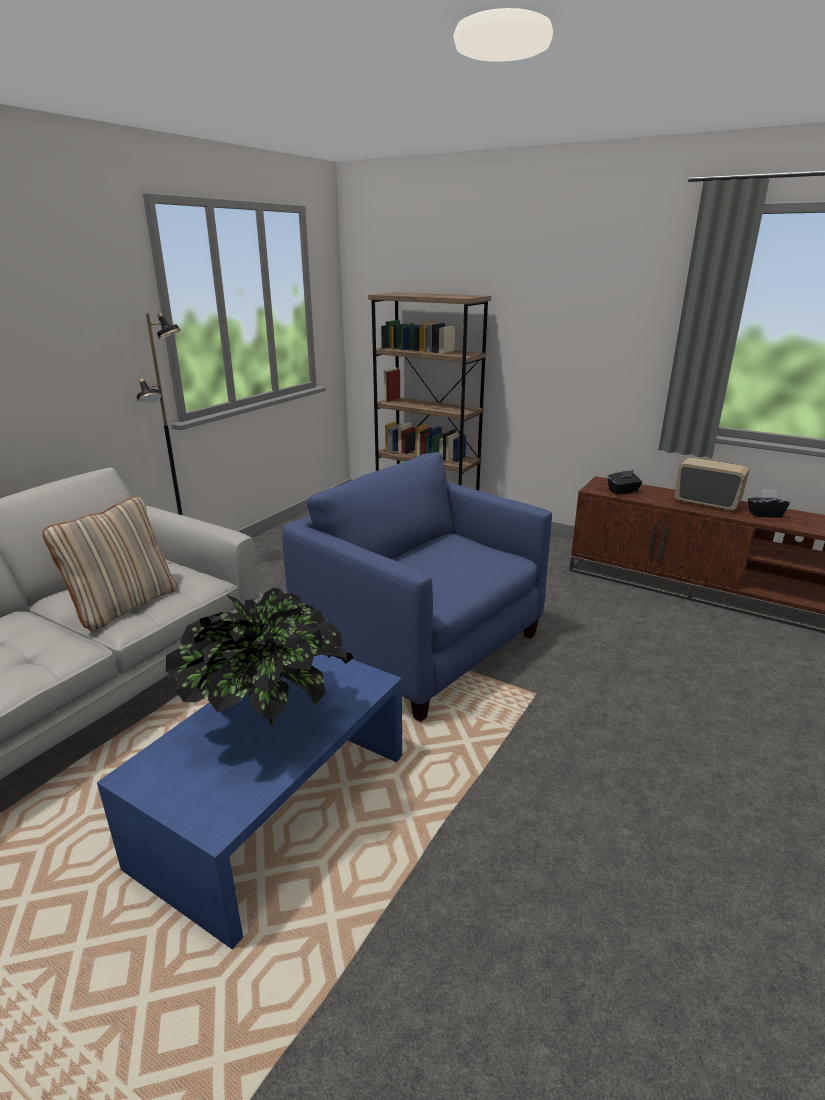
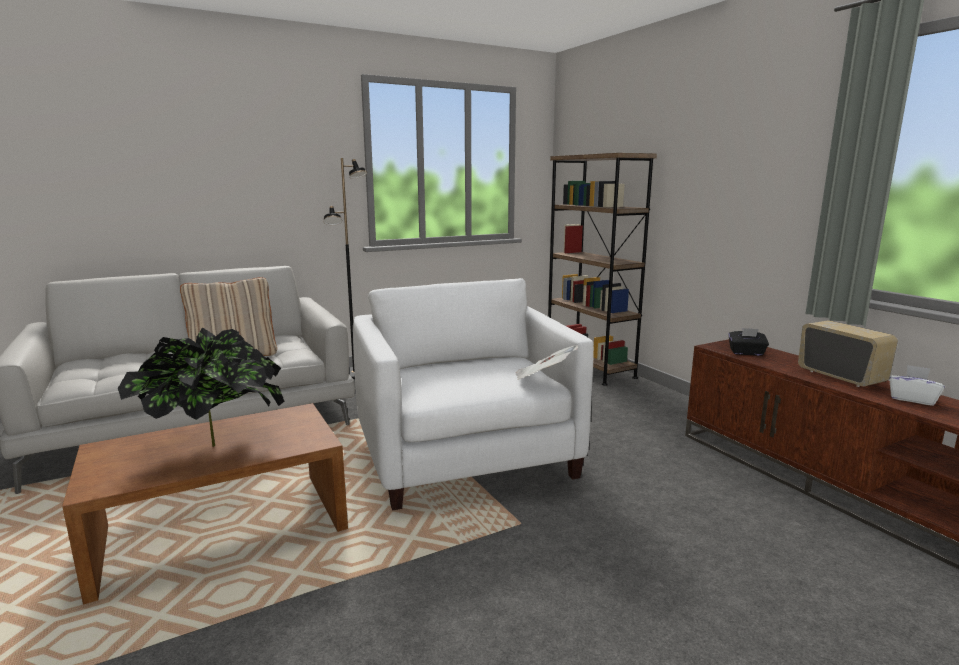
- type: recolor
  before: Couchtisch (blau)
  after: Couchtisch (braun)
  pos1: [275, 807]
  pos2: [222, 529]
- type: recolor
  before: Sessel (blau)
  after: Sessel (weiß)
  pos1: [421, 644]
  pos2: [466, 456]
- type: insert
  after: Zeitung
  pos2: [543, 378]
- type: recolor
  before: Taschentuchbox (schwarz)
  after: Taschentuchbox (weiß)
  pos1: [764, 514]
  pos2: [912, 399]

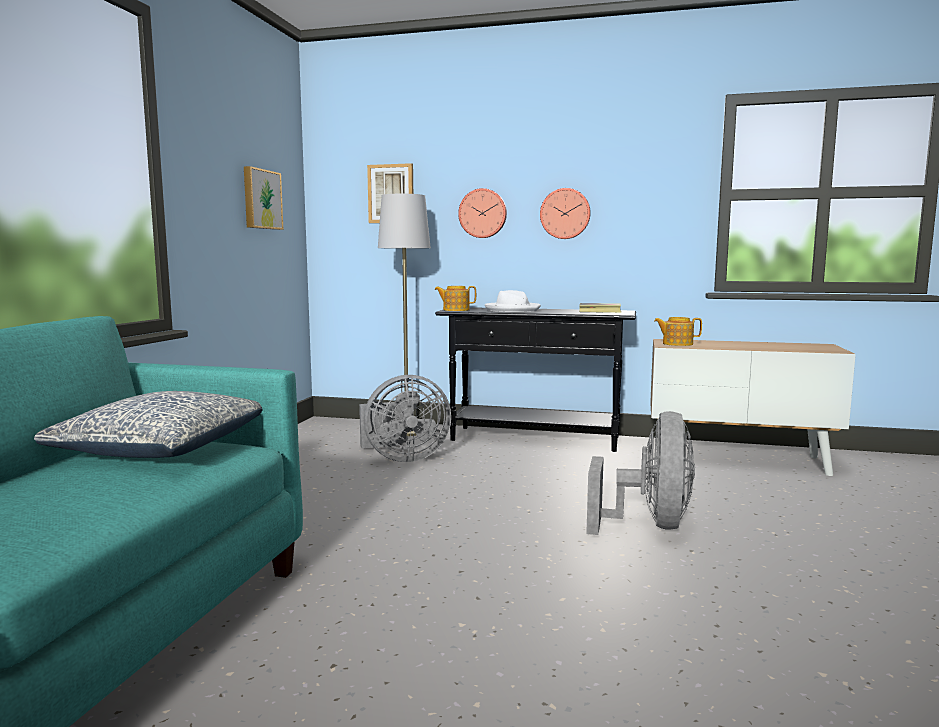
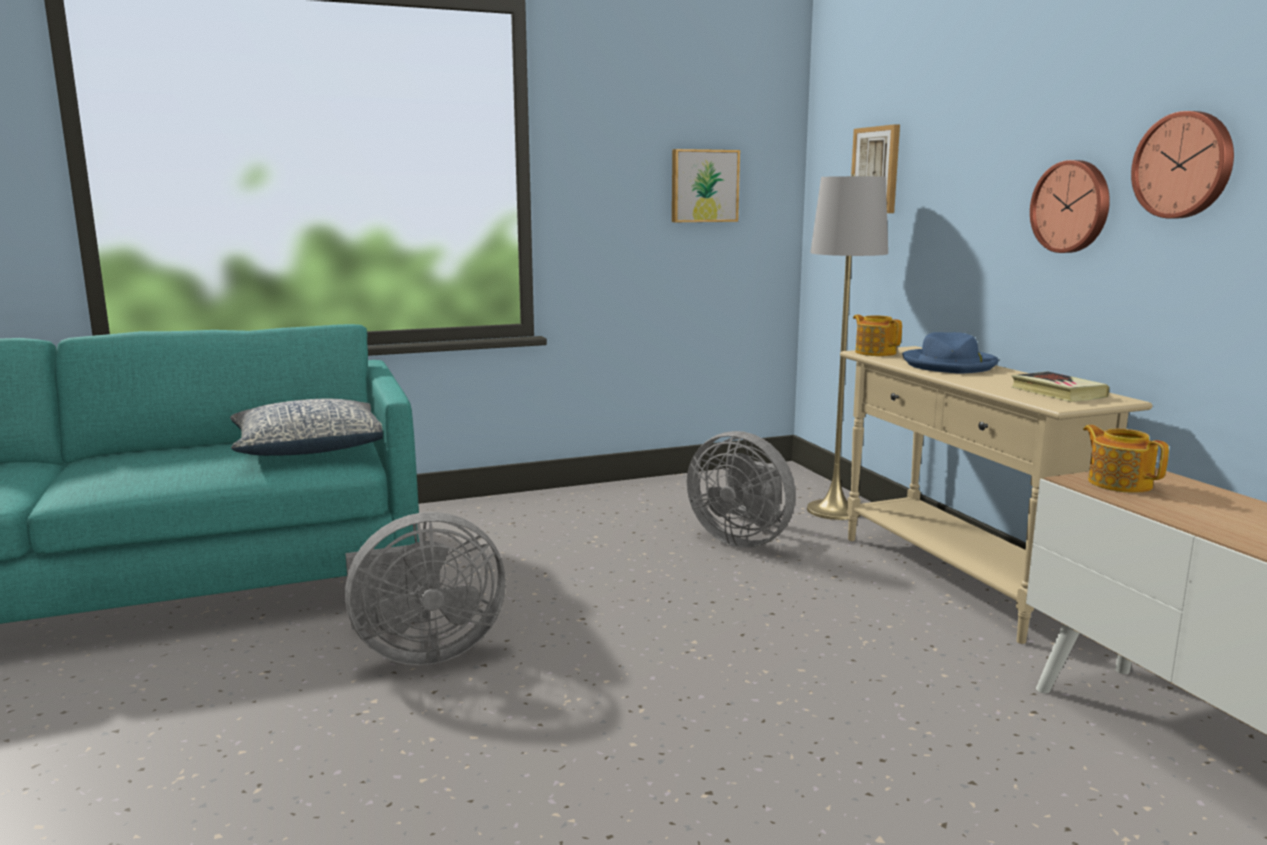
- type: move
  before: Ventilator (grau)
  pos1: [650, 525]
  pos2: [422, 652]
- type: recolor
  before: Konsolentisch (schwarz)
  after: Konsolentisch (beige)
  pos1: [535, 439]
  pos2: [958, 579]
- type: recolor
  before: Hut (weiß)
  after: Hut (blau)
  pos1: [512, 310]
  pos2: [950, 365]
- type: move
  before: Wanduhr
  pos1: [483, 213]
  pos2: [1184, 165]

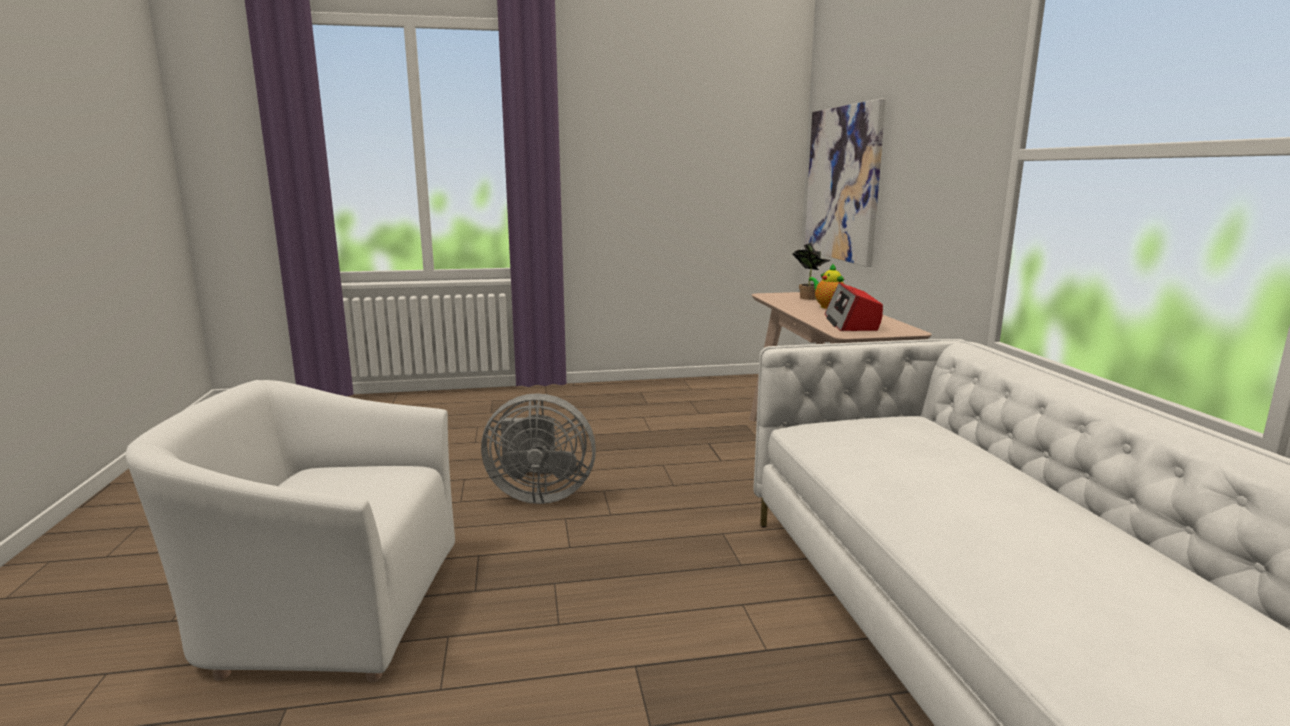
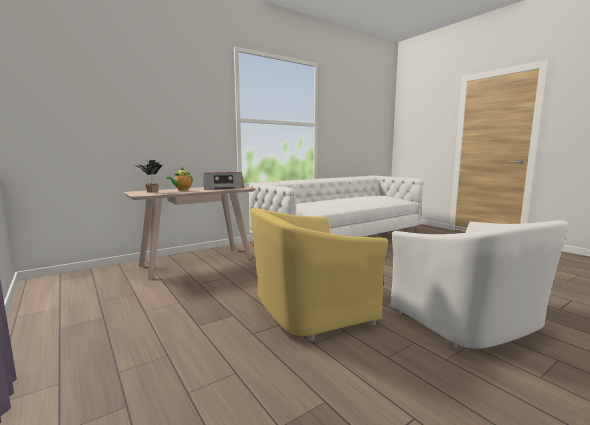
- type: replace
  before: Ventilator (grau)
  after: Sessel (gelb)
  pos1: [539, 494]
  pos2: [310, 310]
- type: delete
  before: Bild
  pos1: [843, 183]

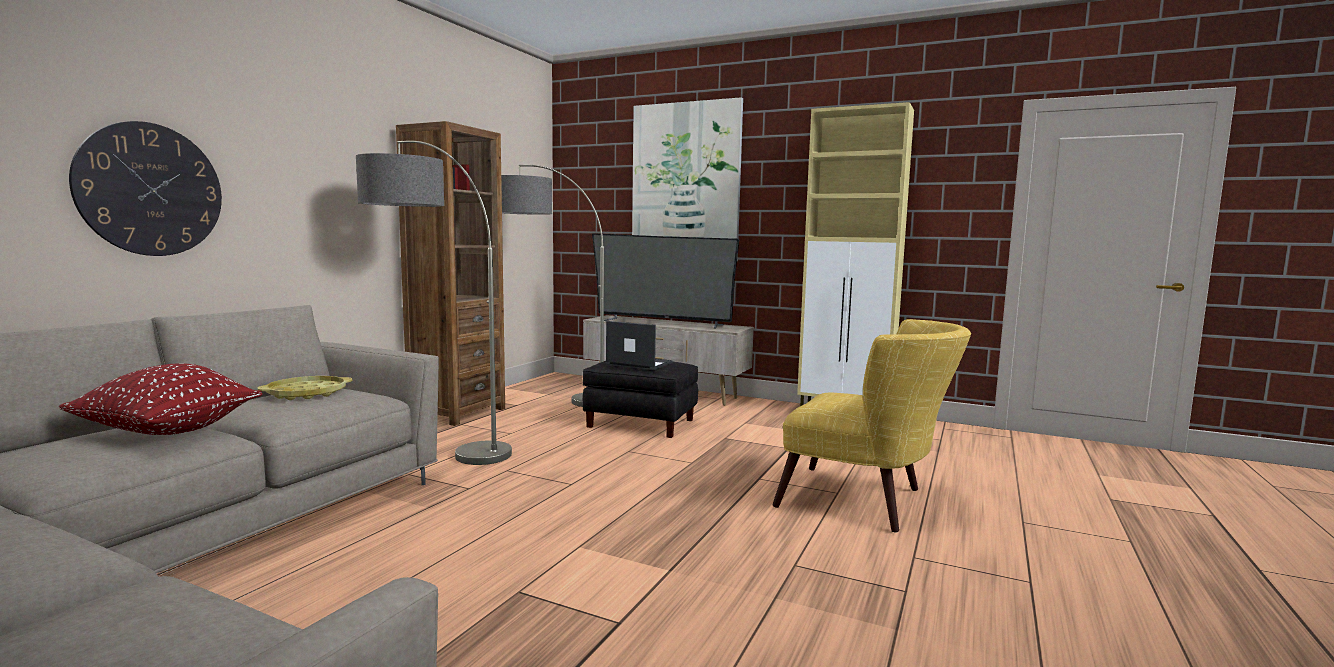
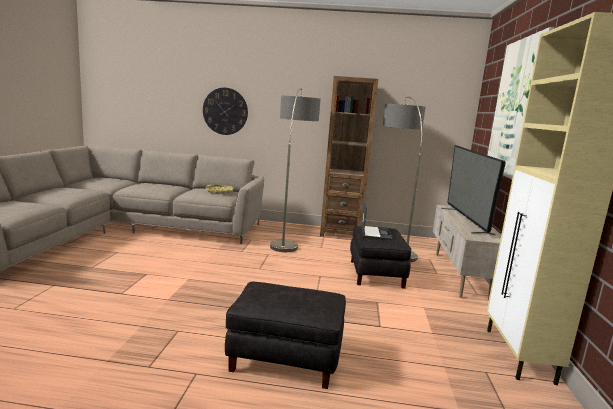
- type: replace
  before: Sessel (gelb)
  after: Polsterhocker (schwarz)
  pos1: [866, 502]
  pos2: [285, 358]
- type: delete
  before: Kissen (rot)
  pos1: [169, 432]

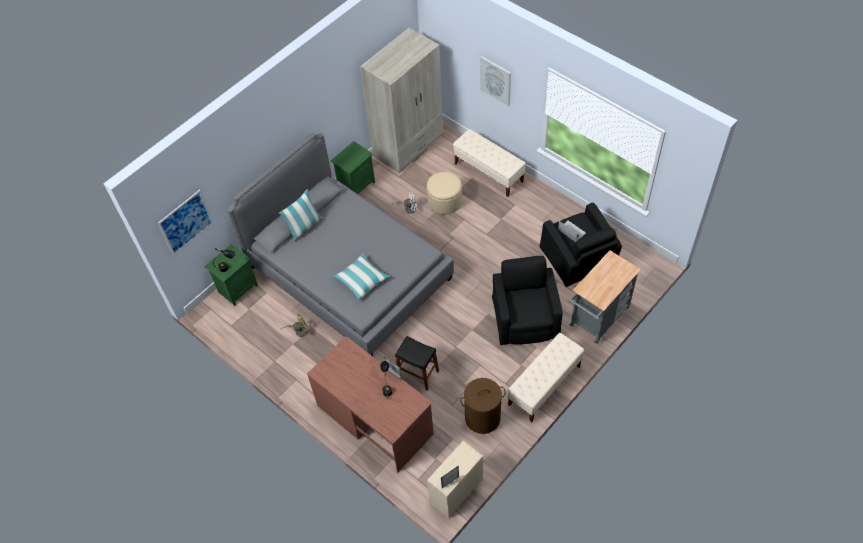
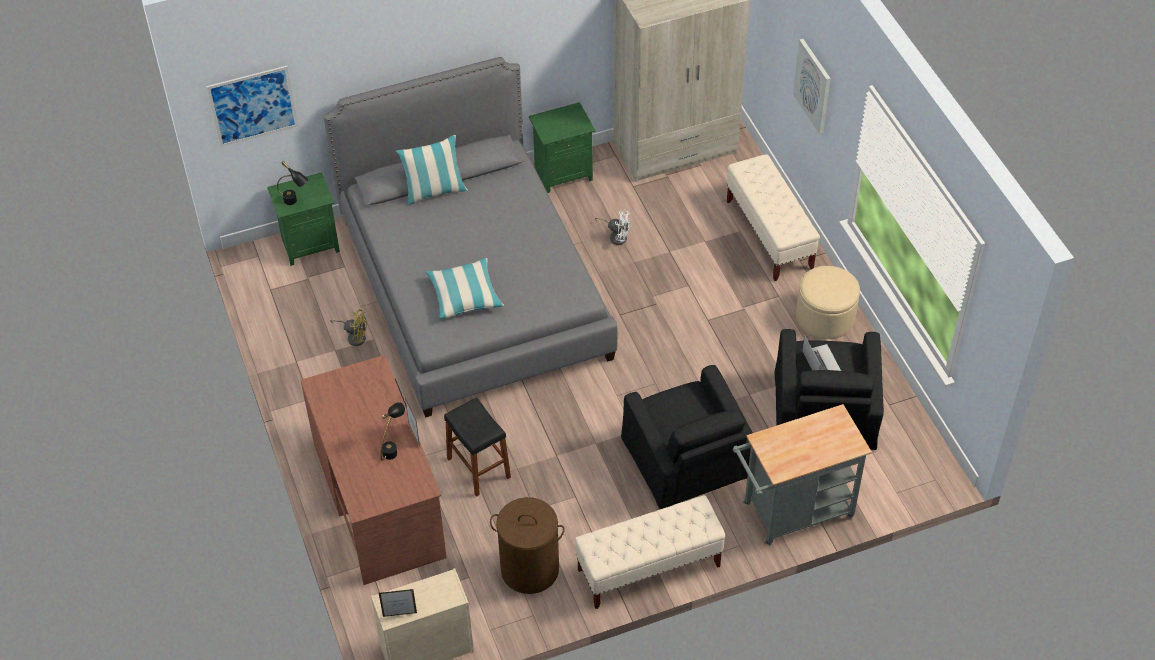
- type: rotate
  before: Sessel (schwarz)
  pos1: [525, 316]
  pos2: [687, 459]
  turn: 135
- type: move
  before: Polsterhocker (beige)
  pos1: [444, 201]
  pos2: [825, 317]

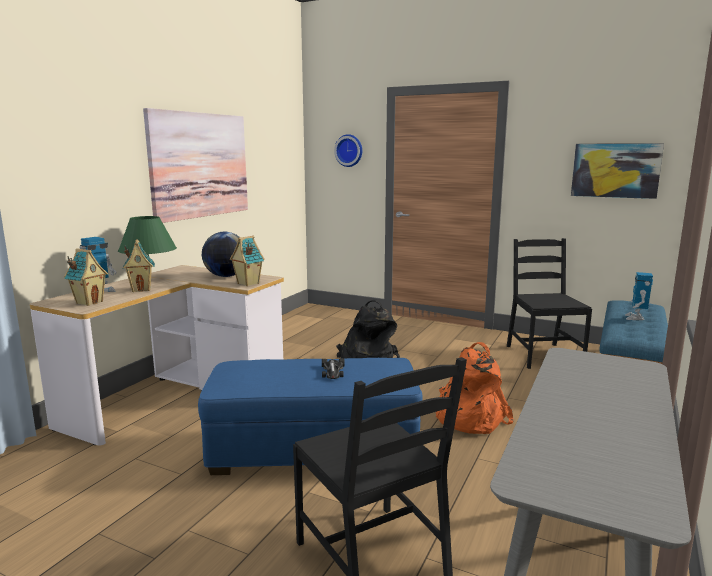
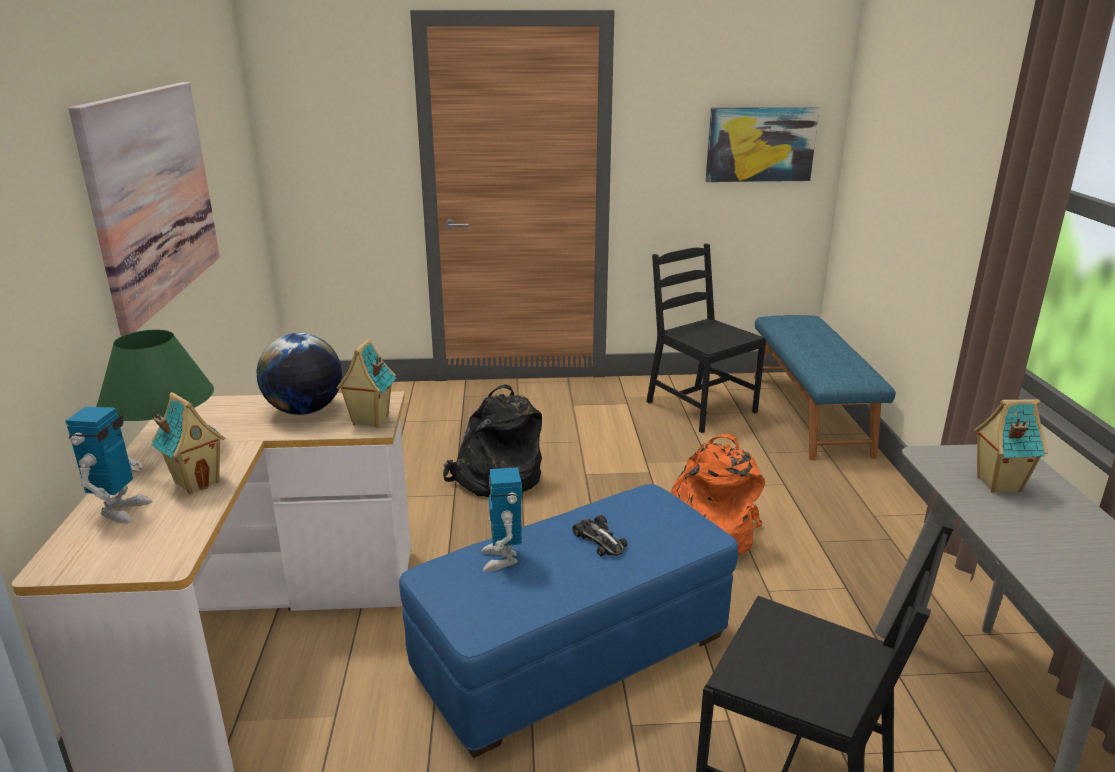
- type: move
  before: Spielzeugroboter
  pos1: [636, 318]
  pos2: [502, 559]
- type: move
  before: Spielzeughaus
  pos1: [89, 302]
  pos2: [997, 484]
- type: delete
  before: Wanduhr
  pos1: [349, 150]

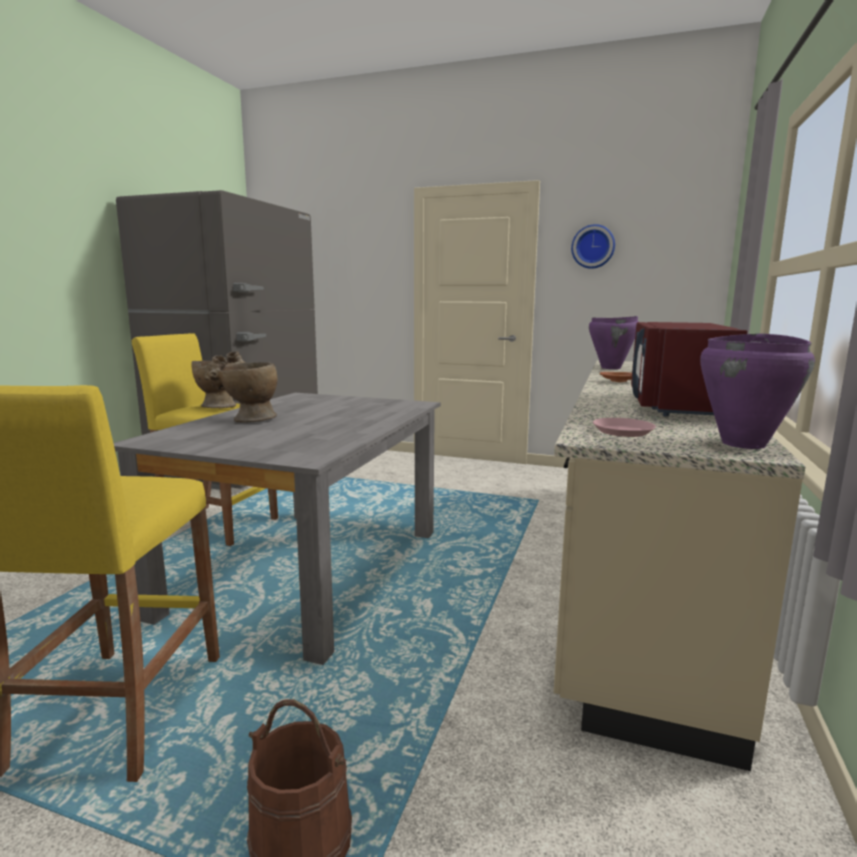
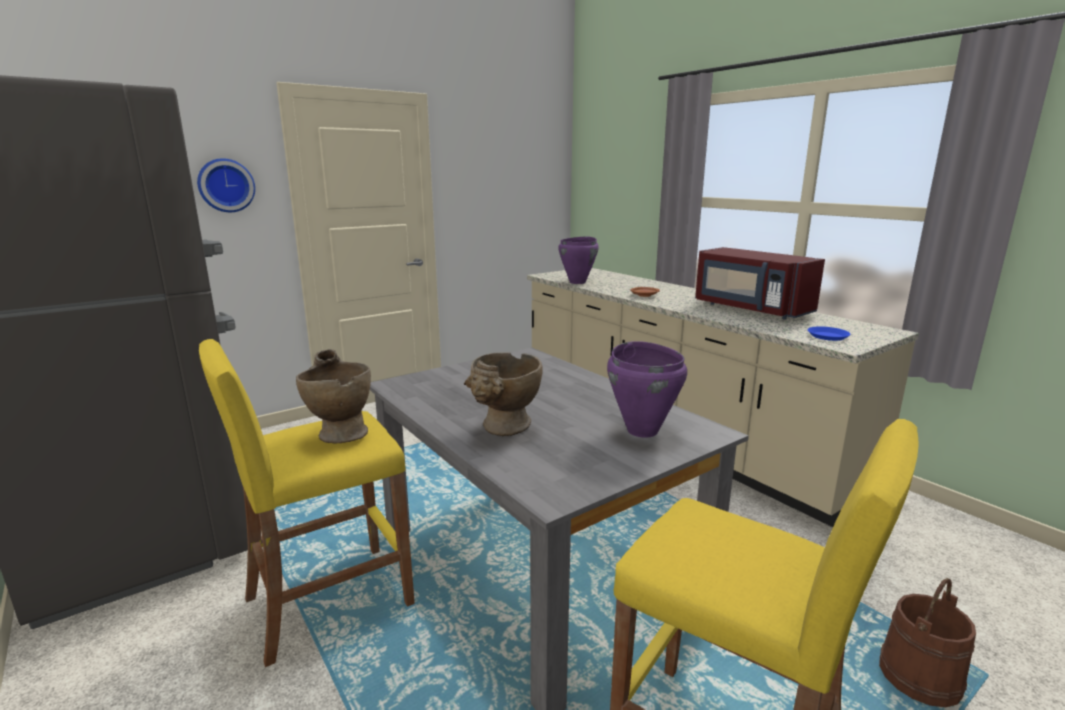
- type: move
  before: Wanduhr
  pos1: [593, 247]
  pos2: [226, 185]
- type: move
  before: Kochtopf (lila)
  pos1: [744, 444]
  pos2: [642, 430]
- type: recolor
  before: Teller (rosa)
  after: Teller (blau)
  pos1: [622, 431]
  pos2: [827, 336]

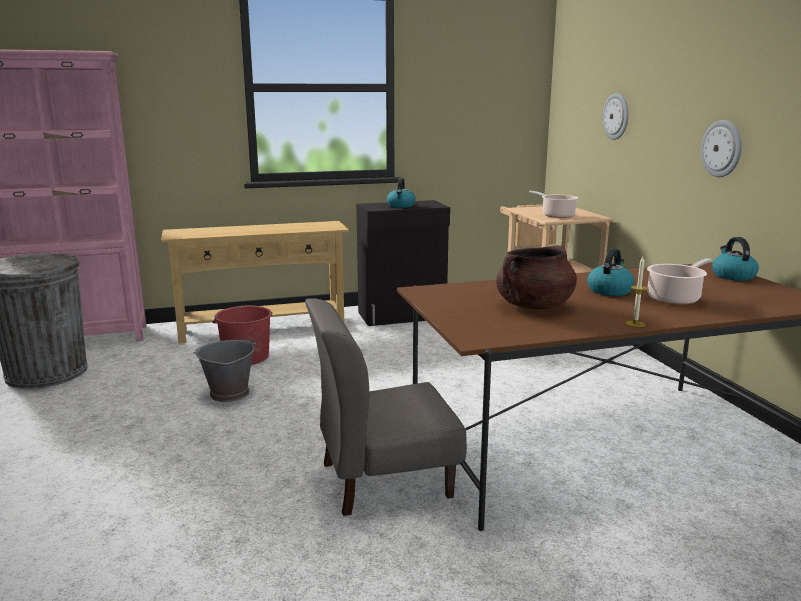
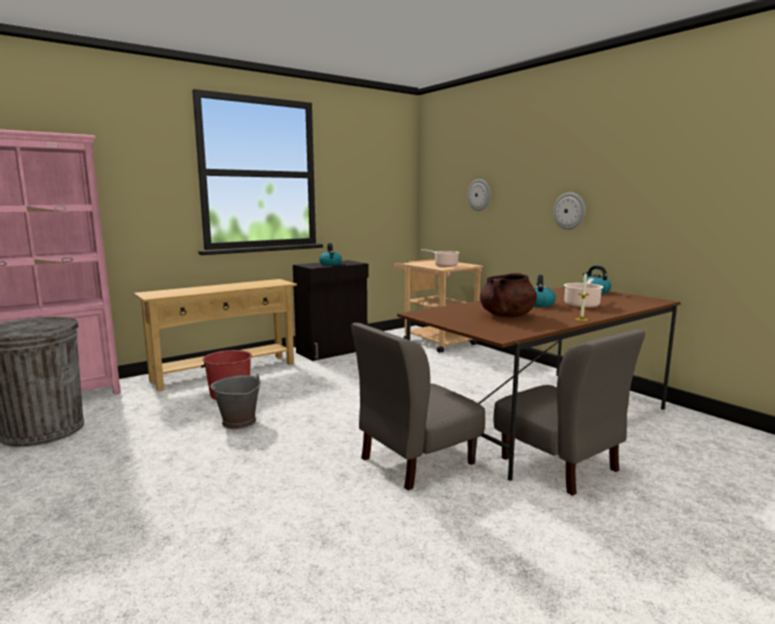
- type: insert
  after: Stuhl (grau)
  pos2: [559, 464]

